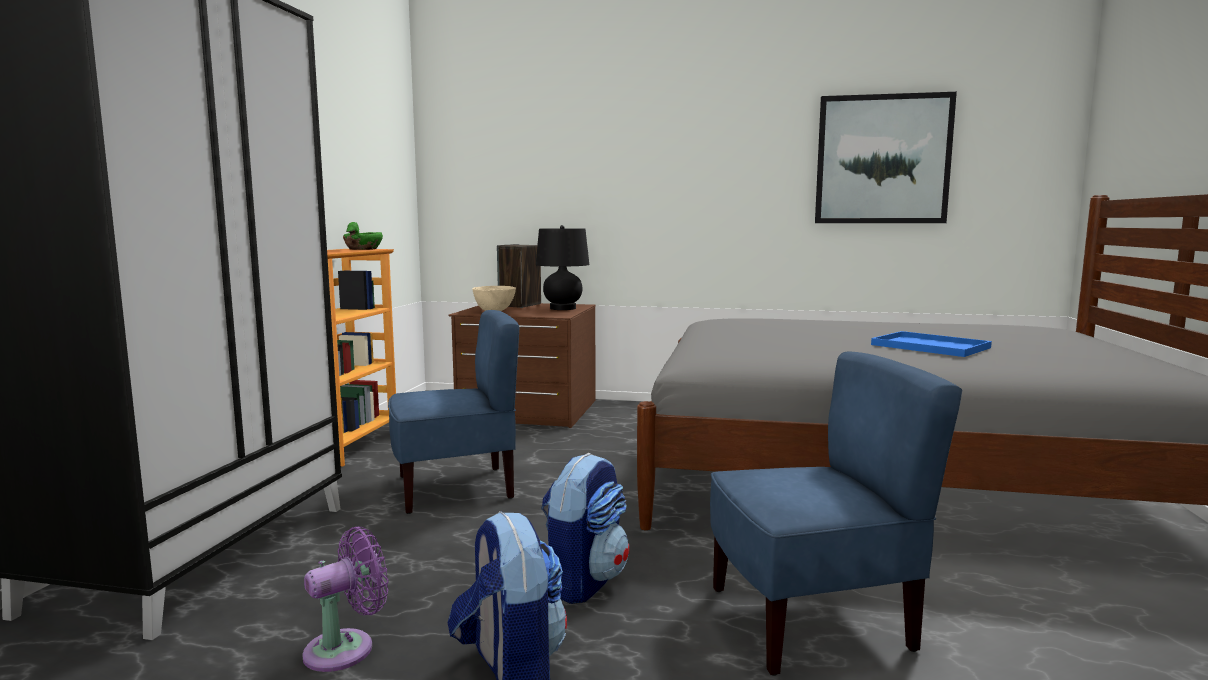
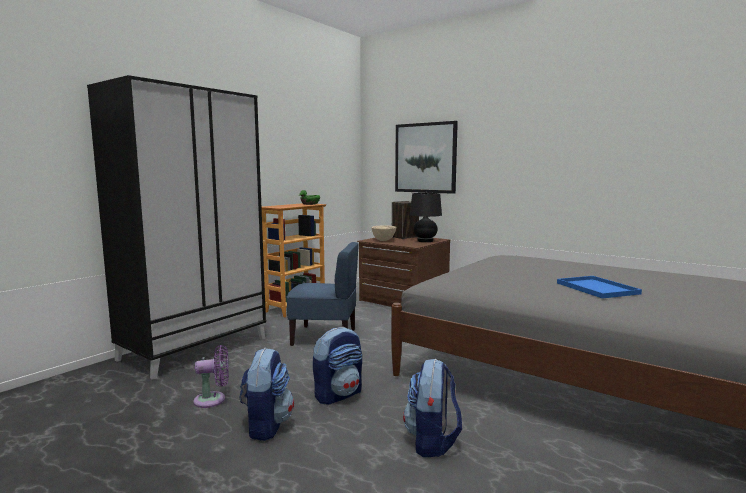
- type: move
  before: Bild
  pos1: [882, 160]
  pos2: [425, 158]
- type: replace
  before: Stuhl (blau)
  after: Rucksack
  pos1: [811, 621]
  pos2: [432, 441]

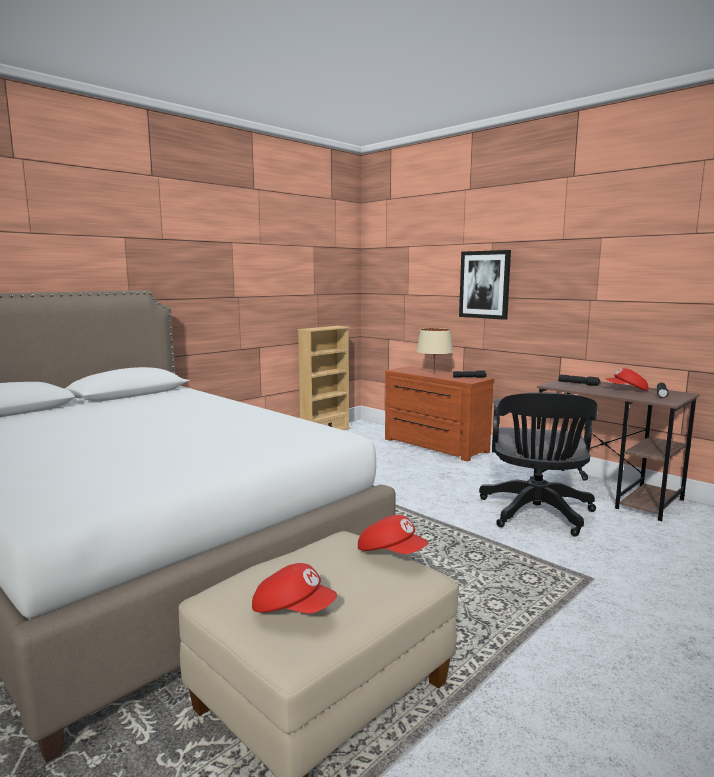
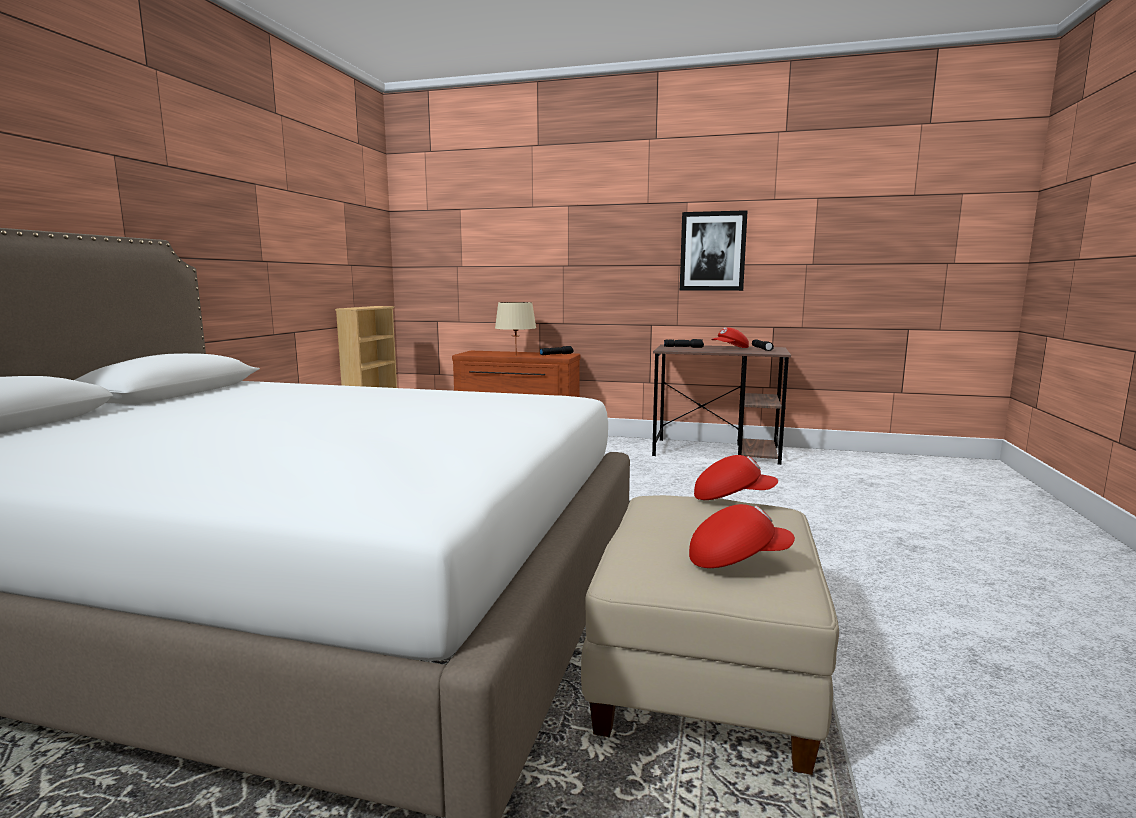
- type: move
  before: Bild
  pos1: [484, 284]
  pos2: [712, 251]
- type: delete
  before: Bürostuhl (schwarz)
  pos1: [536, 515]

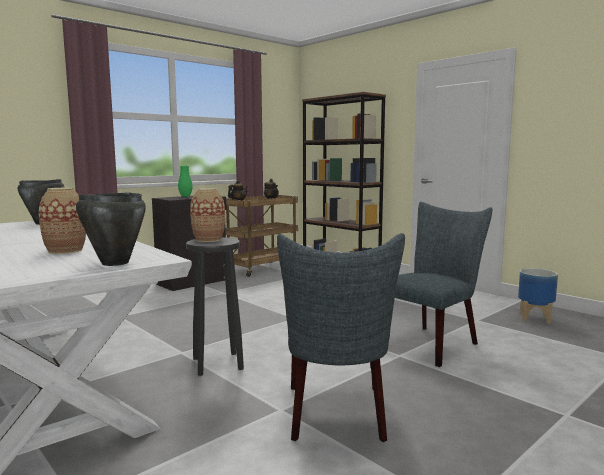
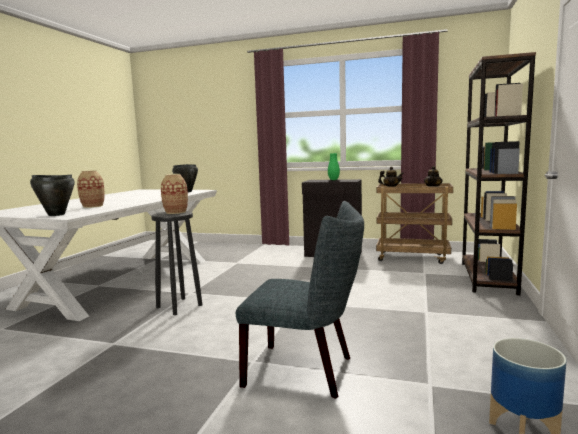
- type: delete
  before: Stuhl (grau)
  pos1: [337, 416]

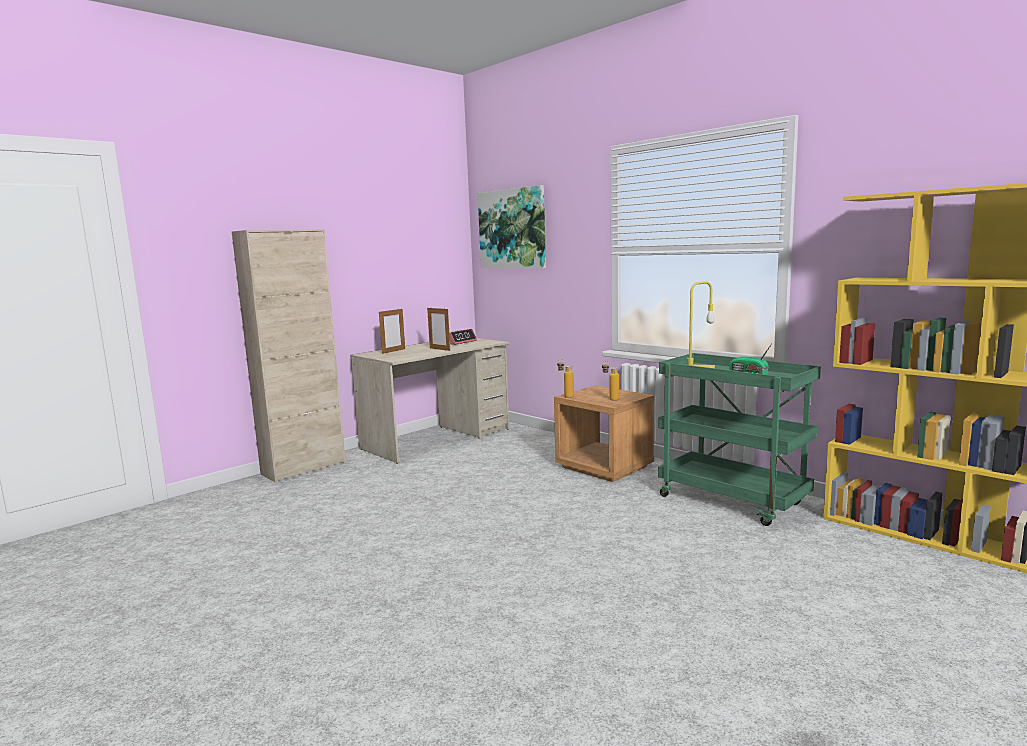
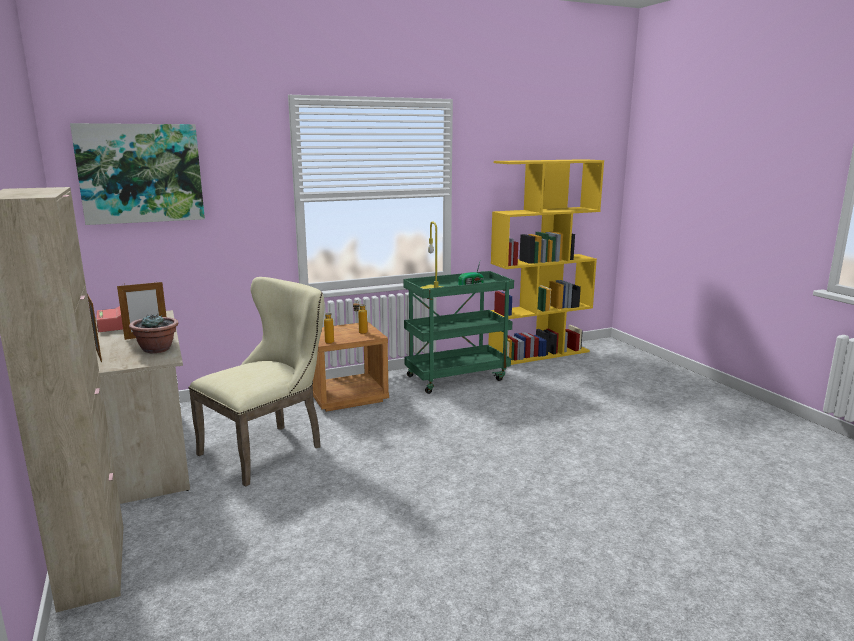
- type: insert
  after: Topfpflanze
  pos2: [157, 349]
- type: insert
  after: Stuhl (beige)
  pos2: [269, 449]

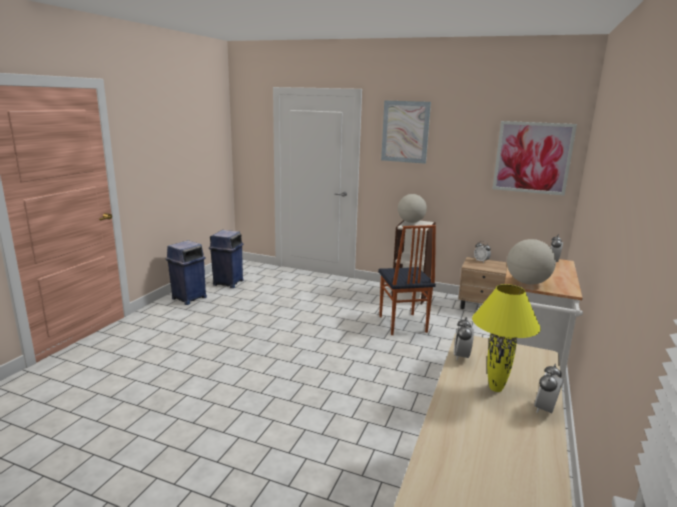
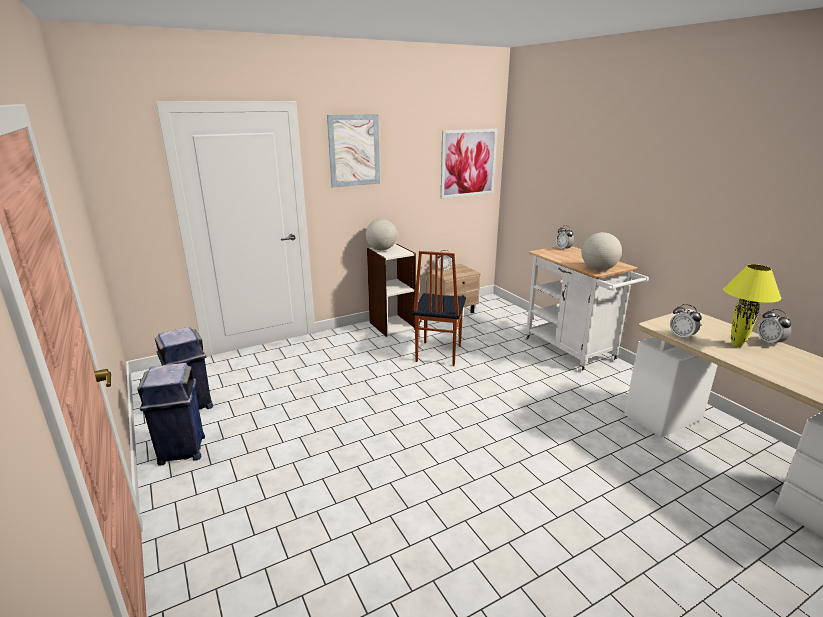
- type: rotate
  before: Stuhl
  pos1: [402, 324]
  pos2: [437, 353]
  turn: 75

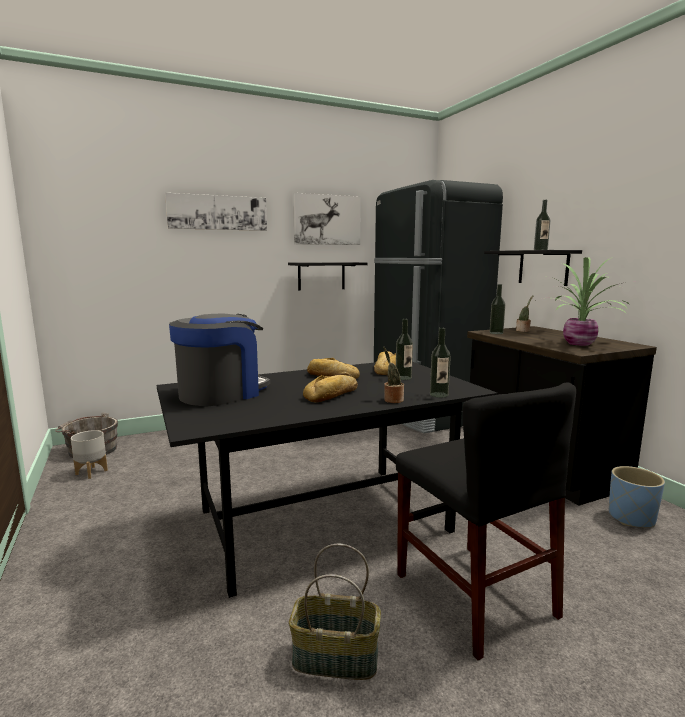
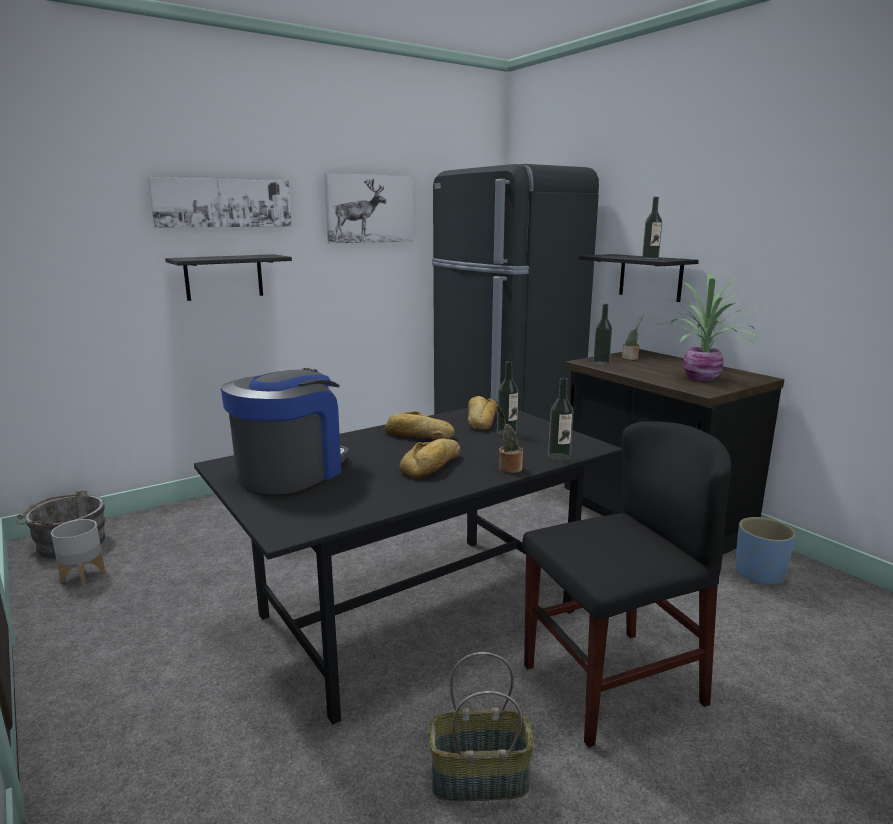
- type: move
  before: Wandregal (schwarz)
  pos1: [321, 276]
  pos2: [224, 277]
- type: rotate
  before: Stuhl (schwarz)
  pos1: [473, 594]
  pos2: [612, 684]
  turn: -75

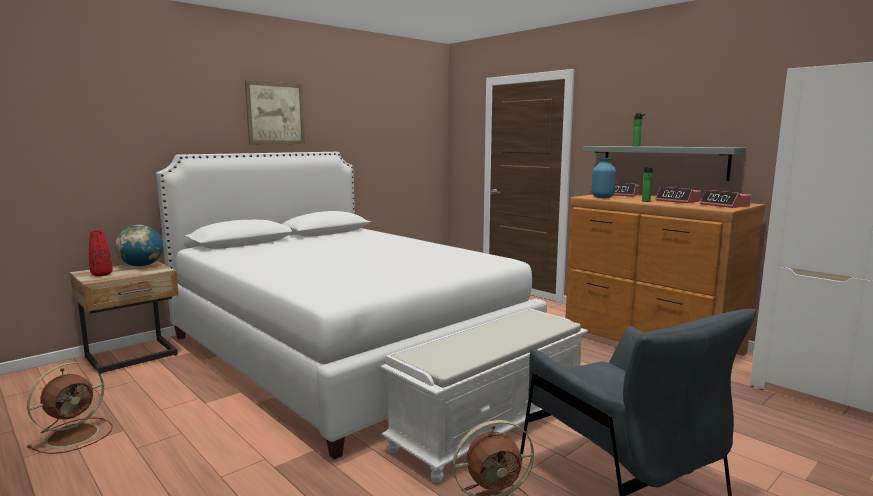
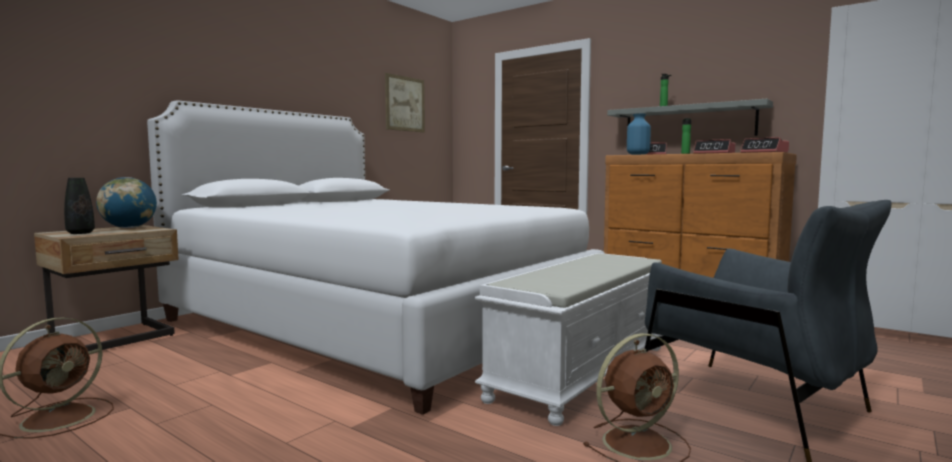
- type: recolor
  before: Vase (rot)
  after: Vase (schwarz)
  pos1: [102, 274]
  pos2: [80, 233]
- type: move
  before: Bild
  pos1: [275, 113]
  pos2: [405, 104]

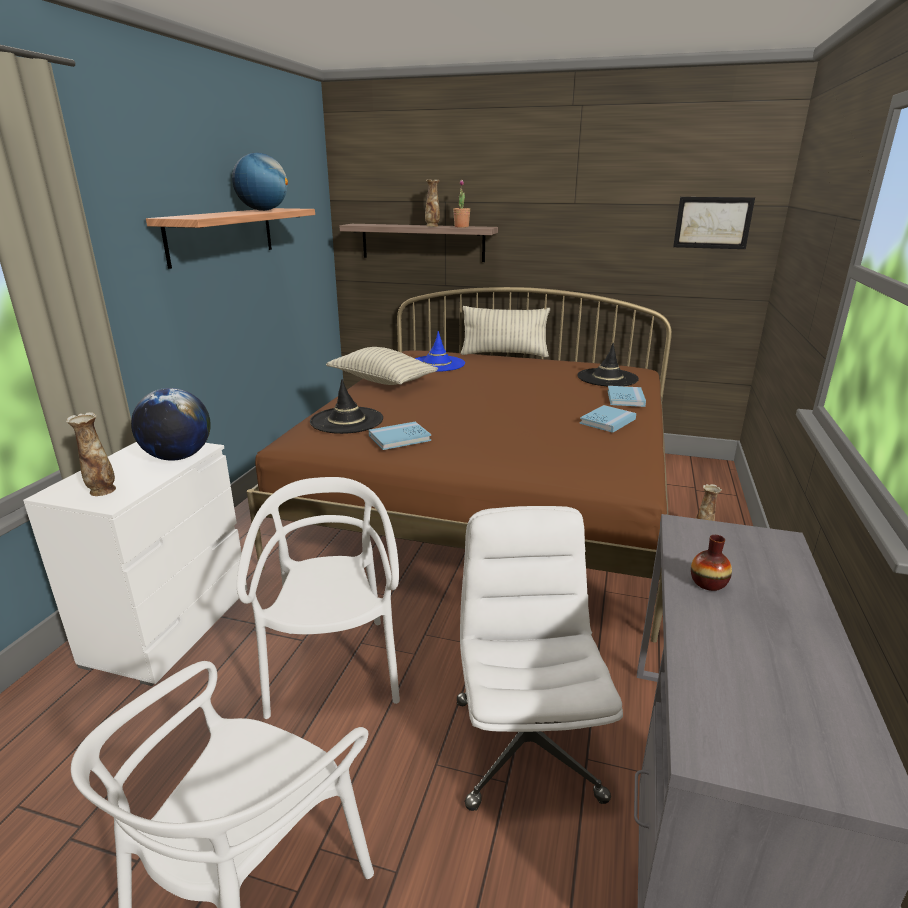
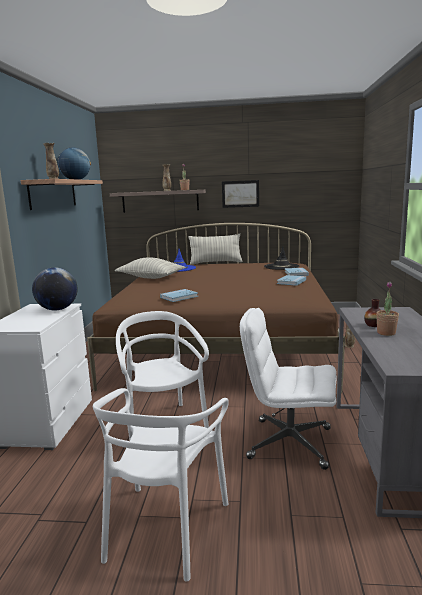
- type: move
  before: Vase
  pos1: [101, 491]
  pos2: [53, 179]
- type: move
  before: Bild
  pos1: [712, 222]
  pos2: [240, 194]
- type: rotate
  before: Bürostuhl (weiß)
  pos1: [525, 746]
  pos2: [288, 443]
  turn: -60
- type: insert
  after: Topfpflanze
  pos2: [386, 333]
- type: delete
  before: Hut (schwarz)
  pos1: [347, 420]

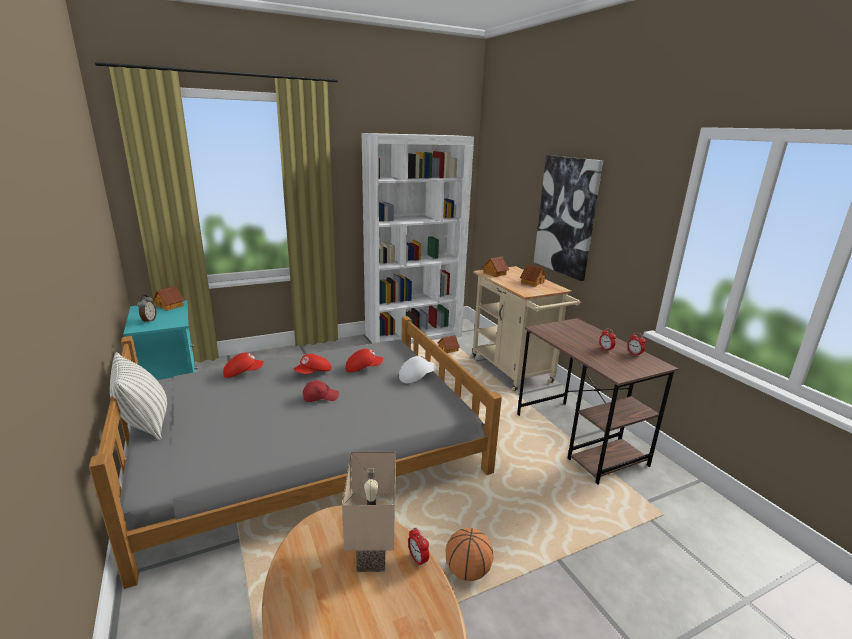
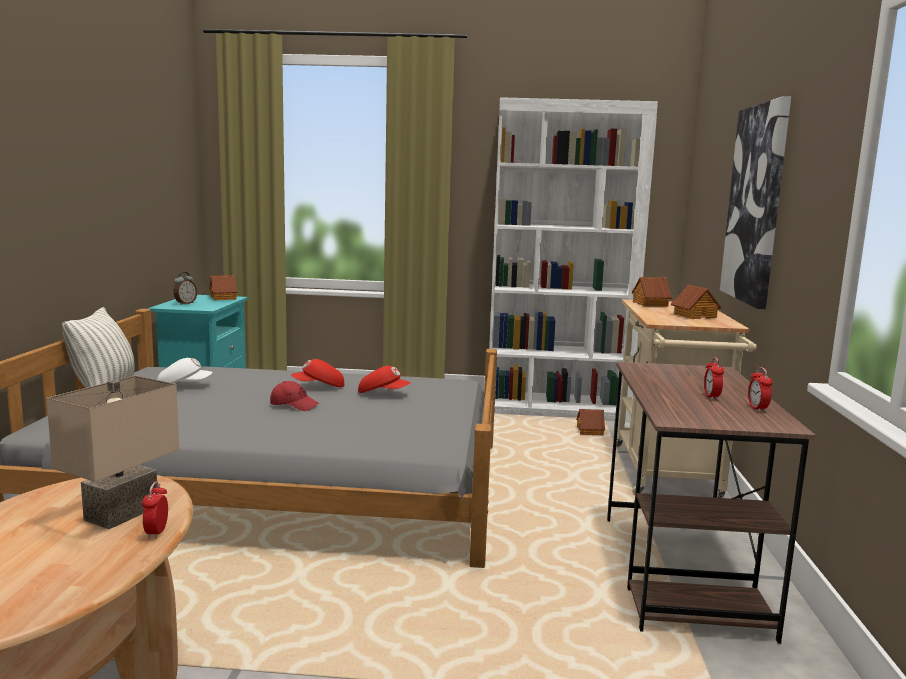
- type: move
  before: Kappe (weiß)
  pos1: [416, 376]
  pos2: [184, 386]
- type: delete
  before: Kappe (rot)
  pos1: [243, 373]
- type: delete
  before: Basketball
  pos1: [467, 571]

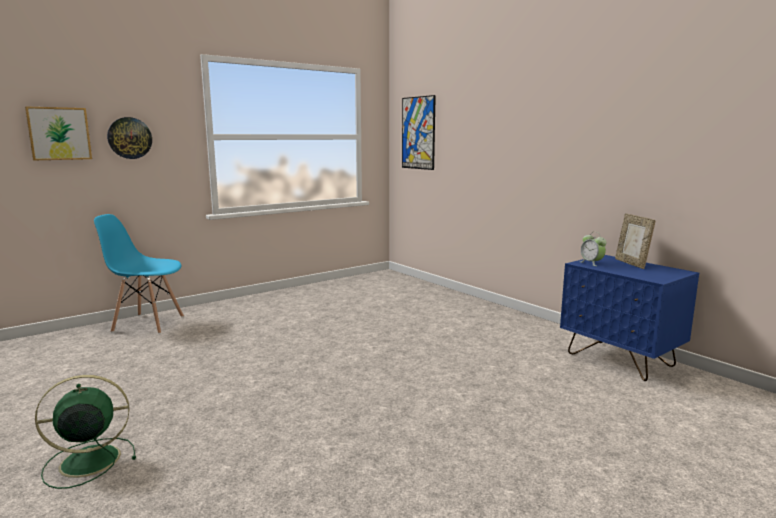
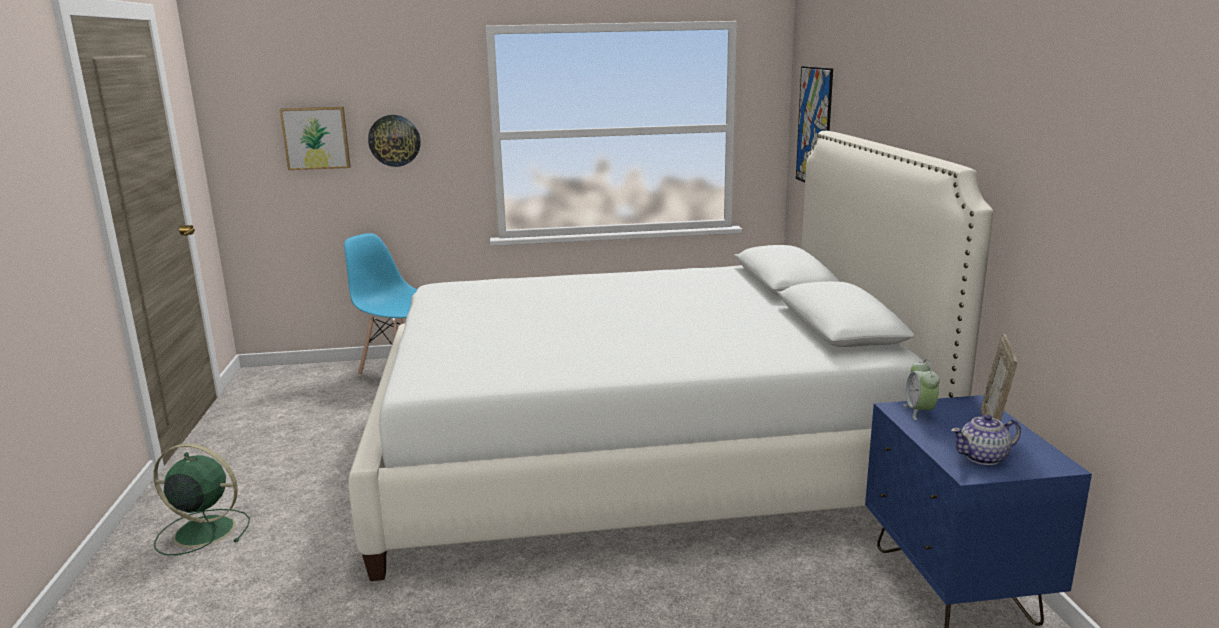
- type: insert
  after: Bett (weiß)
  pos2: [639, 456]
- type: insert
  after: Teekanne
  pos2: [983, 457]

